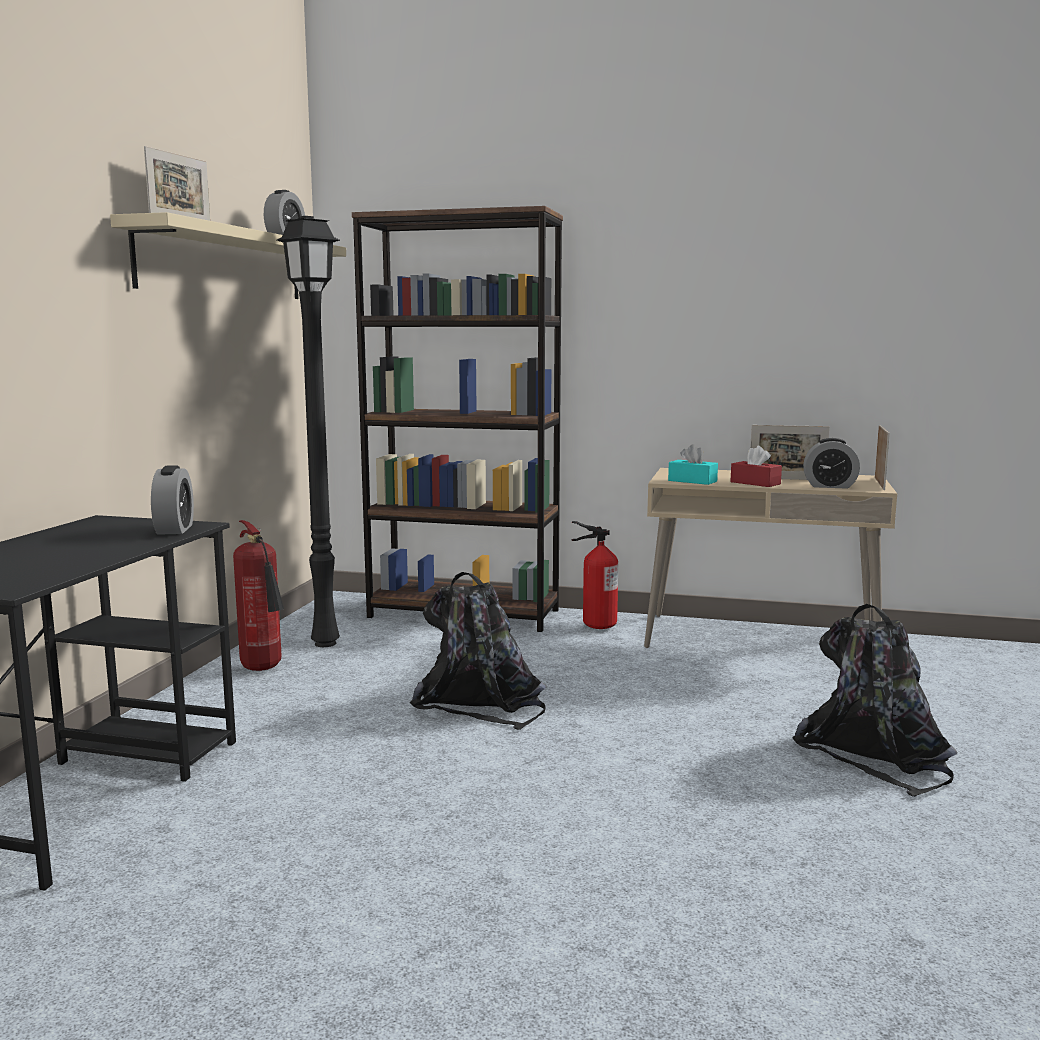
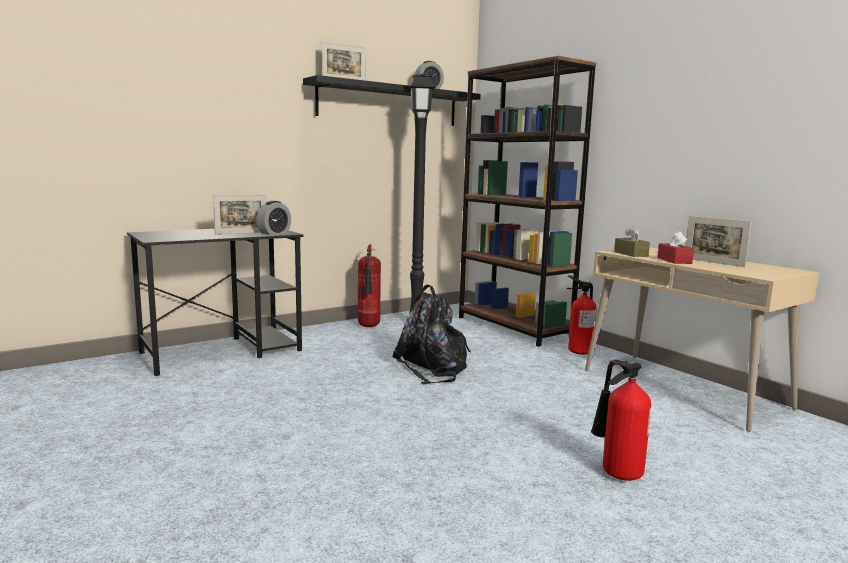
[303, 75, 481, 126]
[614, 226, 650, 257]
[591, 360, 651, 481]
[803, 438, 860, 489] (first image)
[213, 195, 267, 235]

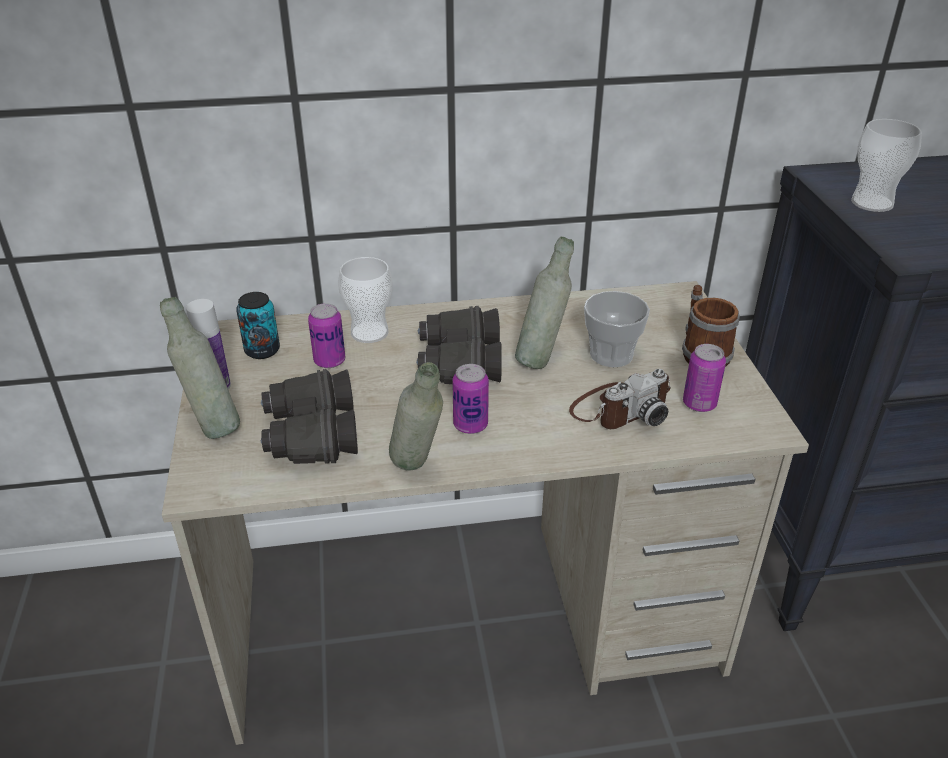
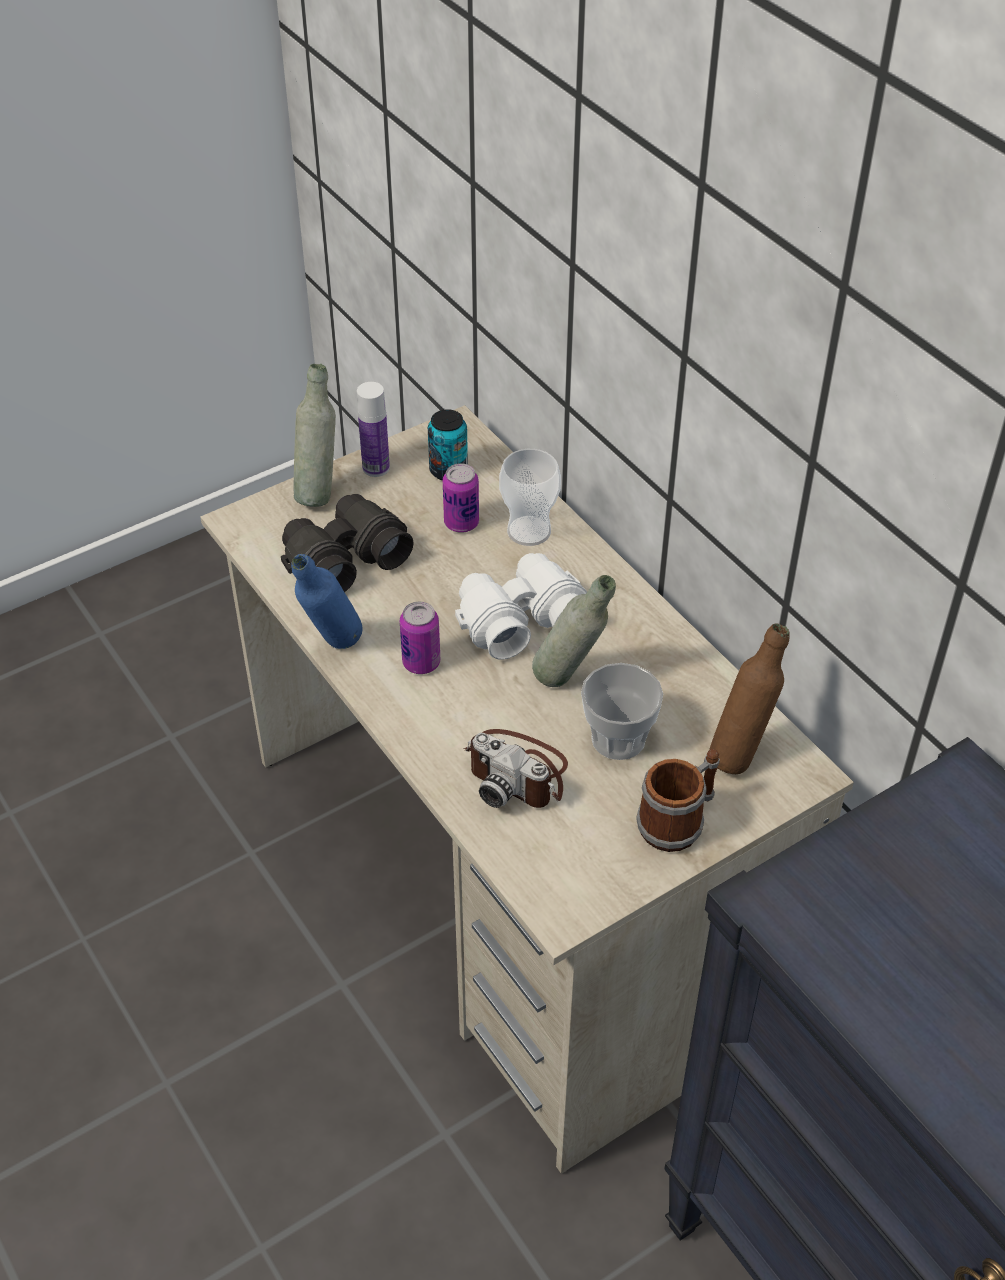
[291, 554, 362, 649]
[455, 553, 587, 660]
[683, 344, 726, 412] (first image)
[851, 119, 922, 212] (first image)
[709, 623, 790, 774]

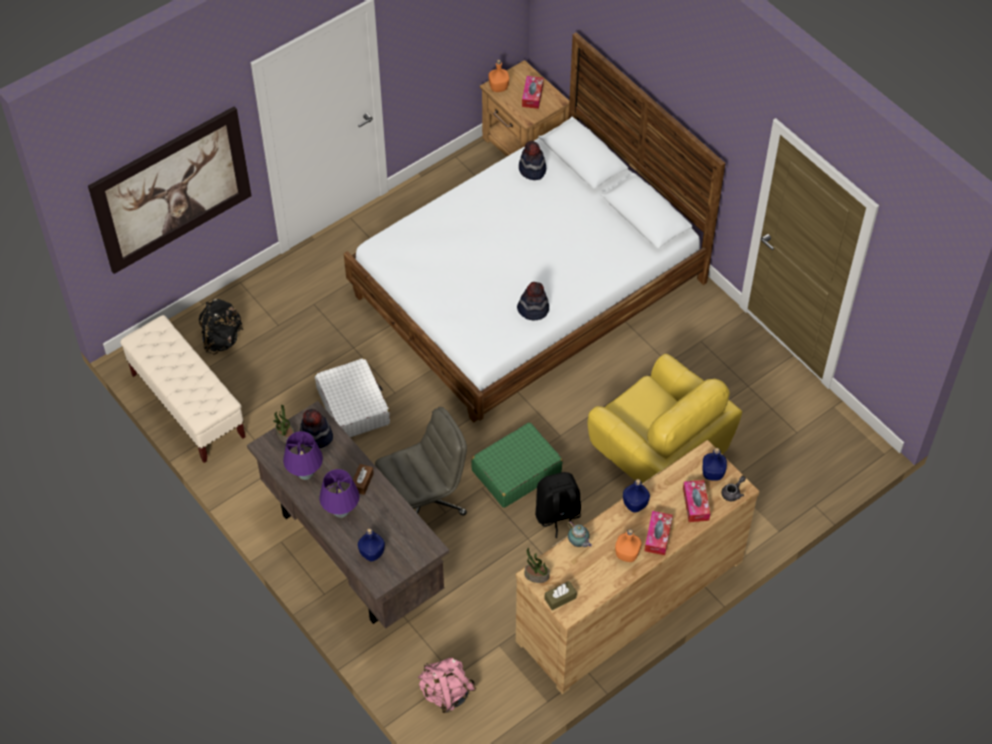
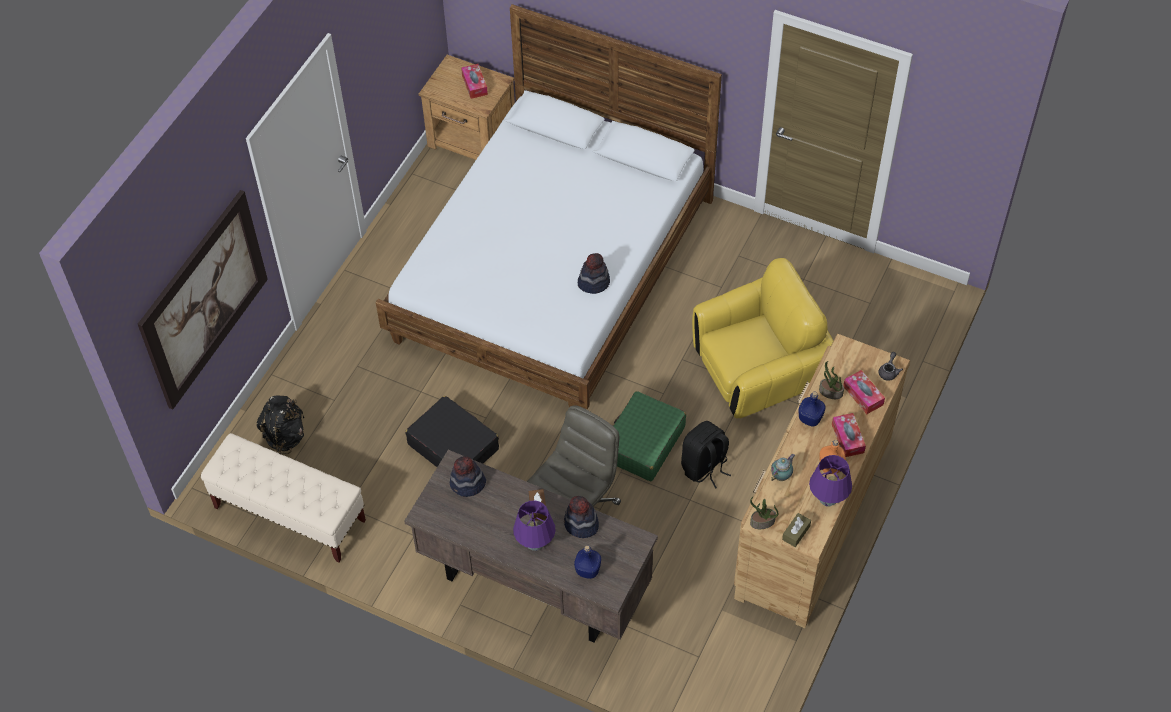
[819, 361, 844, 399]
[809, 455, 852, 507]
[405, 396, 499, 467]
[418, 658, 476, 713] (first image)
[488, 60, 509, 92] (first image)
[564, 496, 599, 538]
[771, 454, 795, 481]
[692, 258, 834, 418]
[703, 448, 727, 481] (first image)

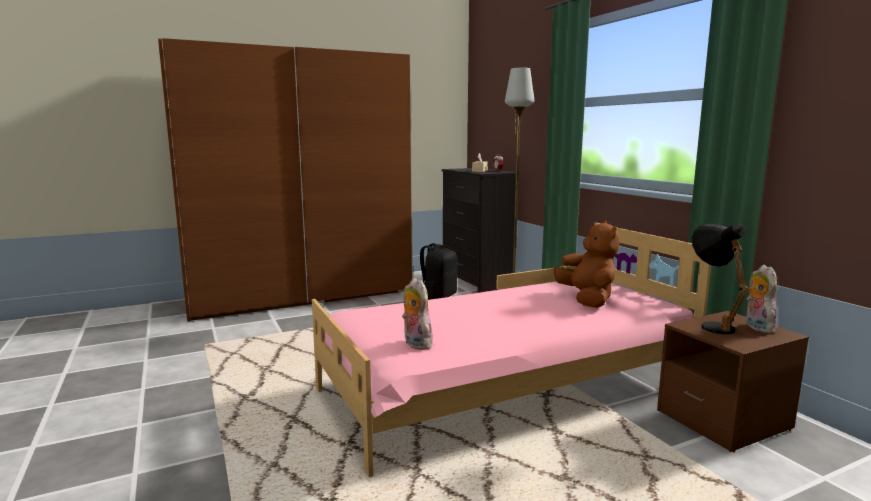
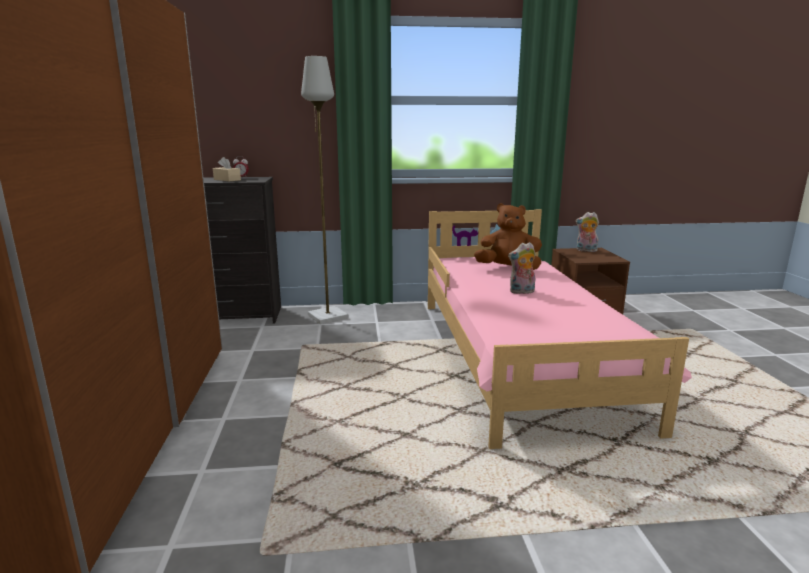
[508, 242, 536, 294]
[420, 243, 457, 300] (first image)
[692, 223, 748, 334] (first image)

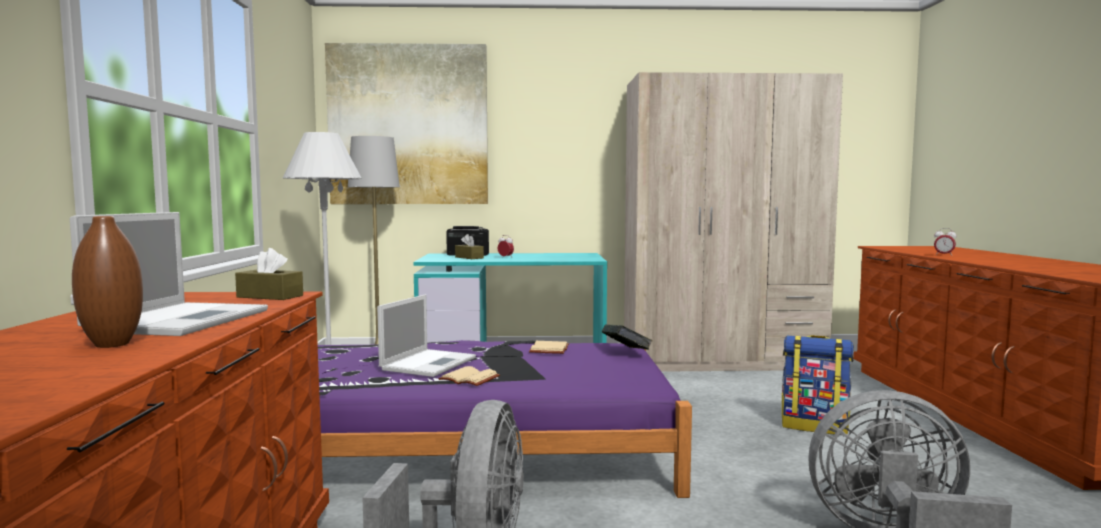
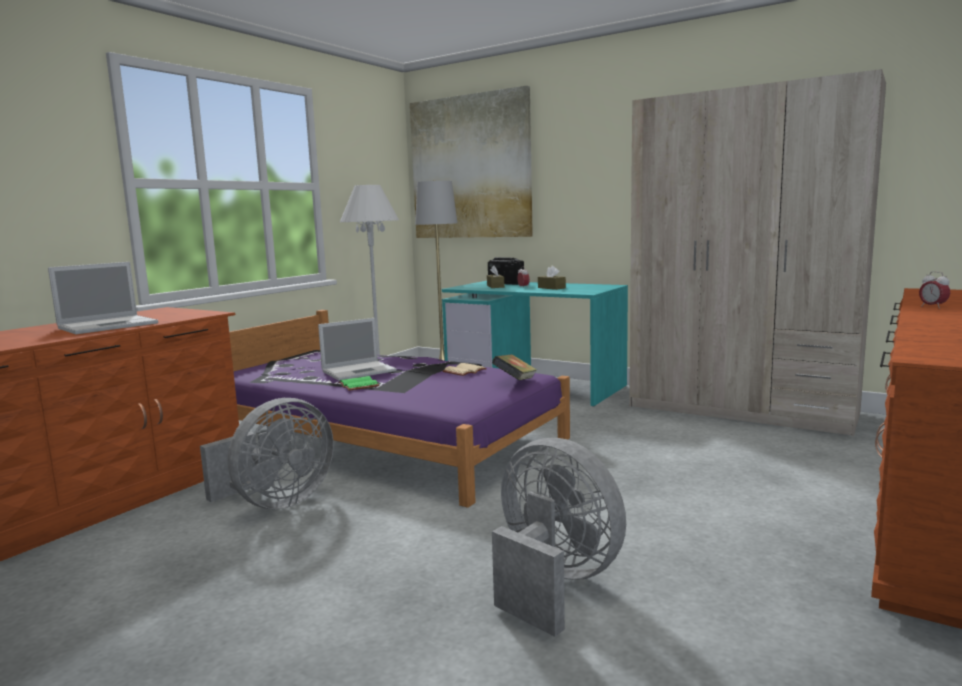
[72, 216, 143, 348] (first image)
[538, 266, 566, 290]
[338, 376, 379, 391]
[782, 335, 853, 435] (first image)

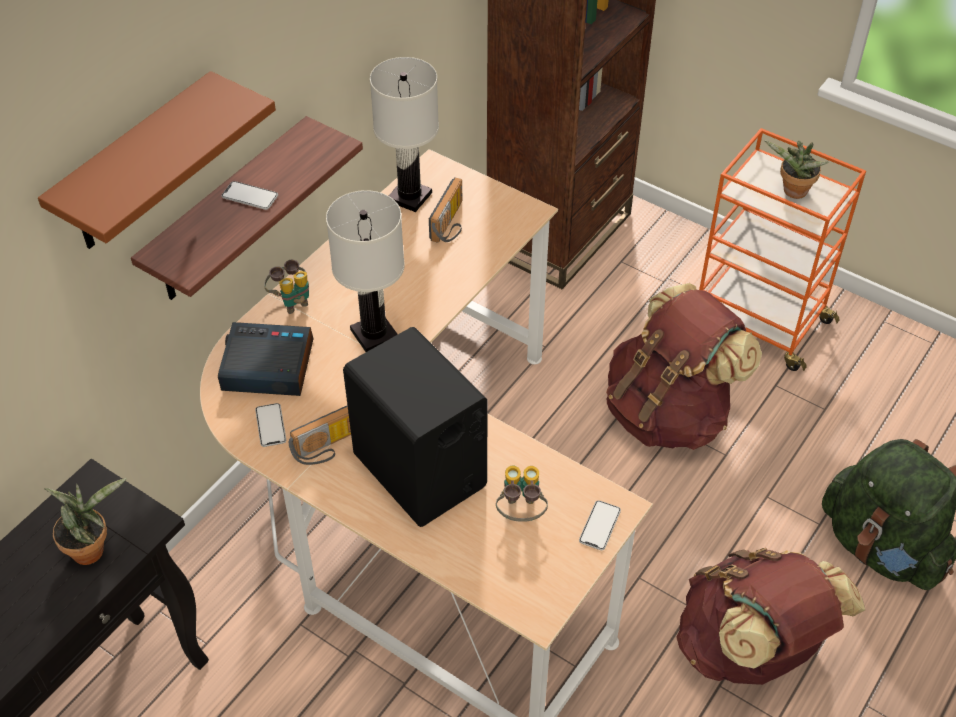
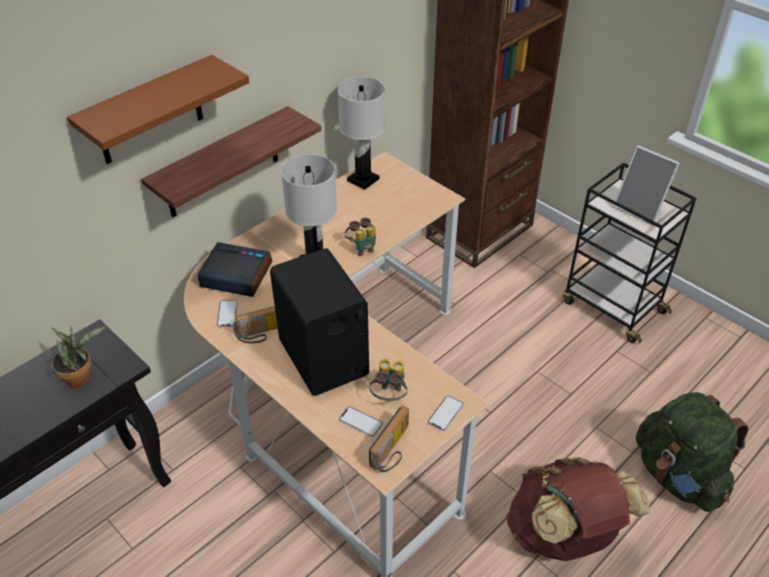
[339, 406, 383, 437]
[345, 218, 376, 256]
[369, 406, 409, 472]
[606, 283, 762, 450] (first image)
[563, 163, 697, 343]
[613, 145, 680, 225]

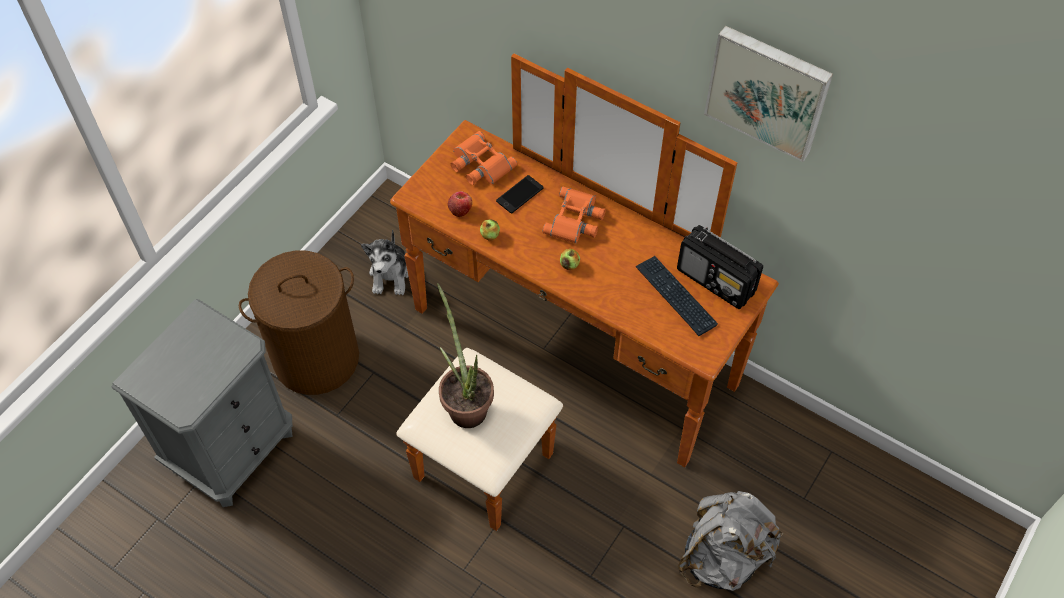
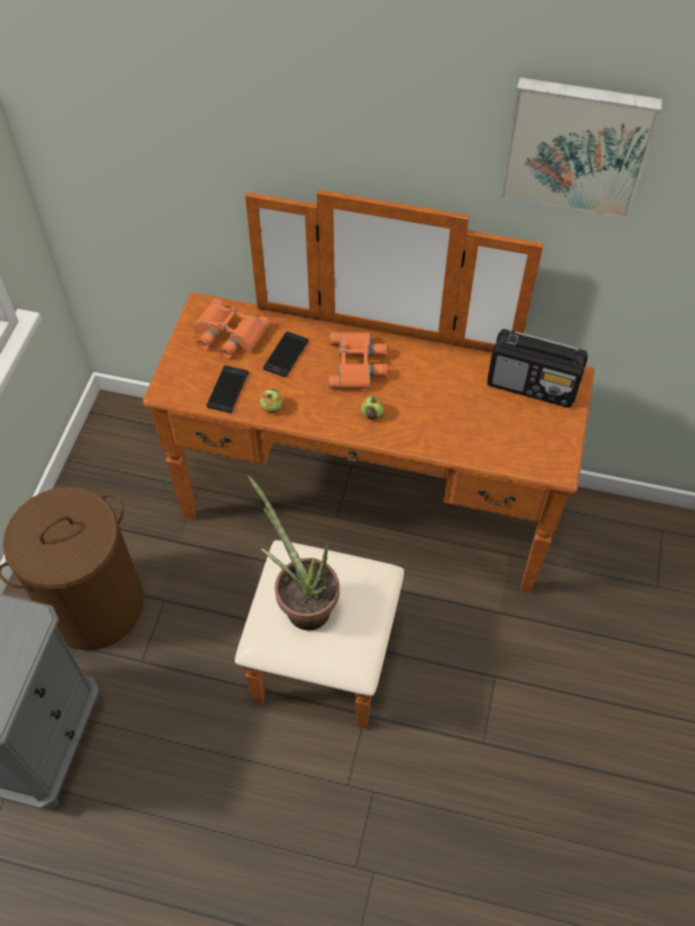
[361, 230, 409, 295] (first image)
[206, 365, 249, 413]
[636, 256, 718, 336] (first image)
[678, 491, 783, 591] (first image)

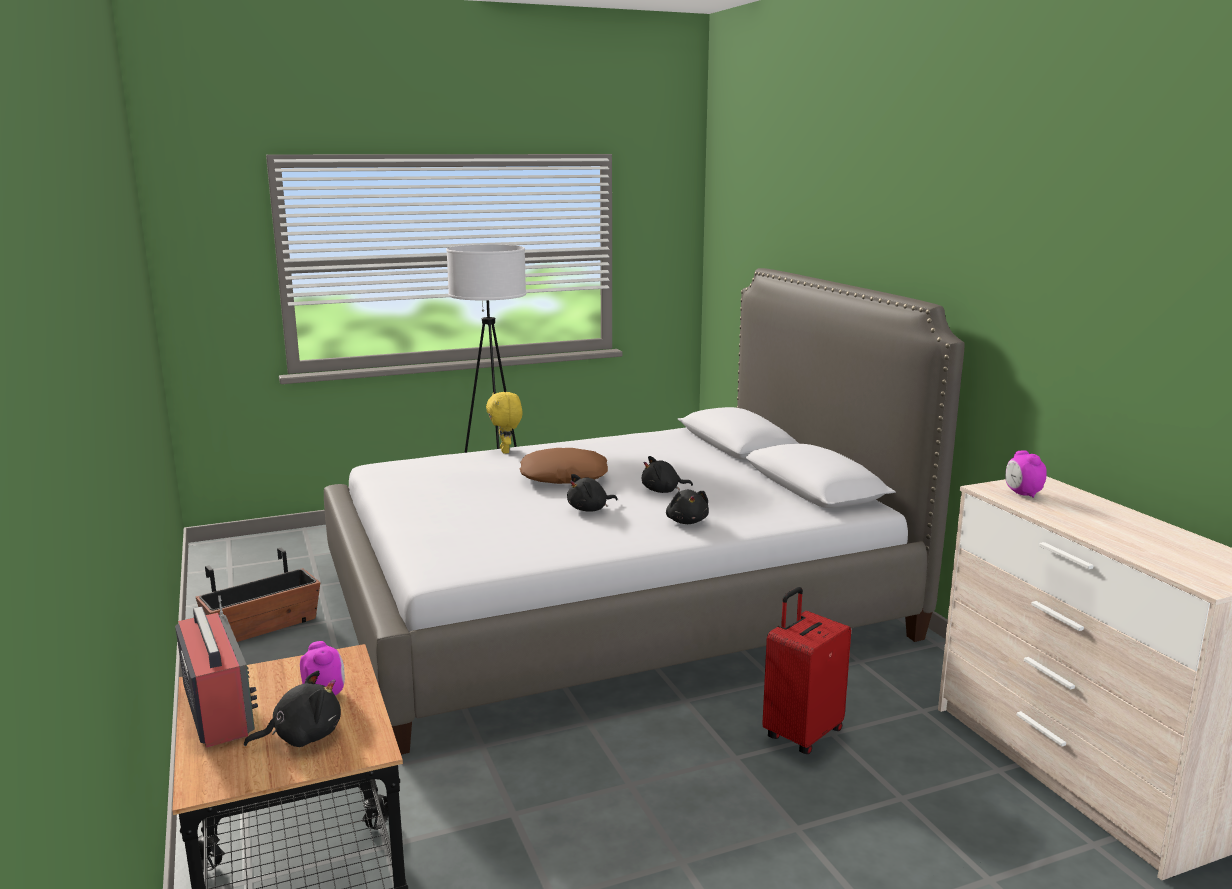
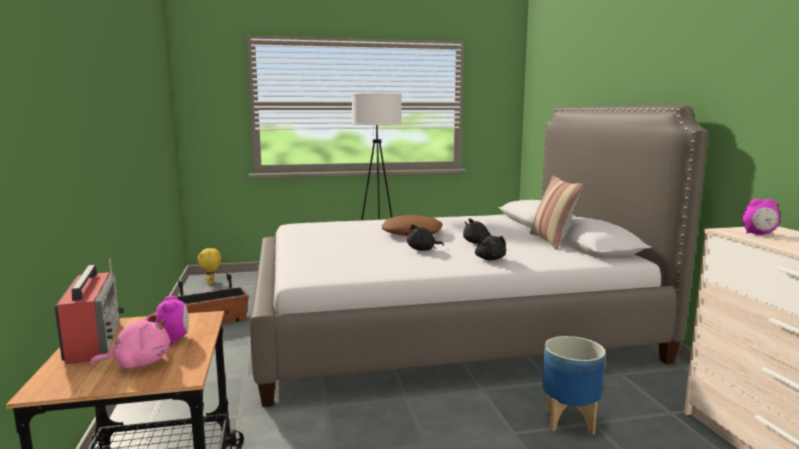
[90, 312, 171, 369]
[198, 248, 221, 285]
[542, 336, 605, 435]
[742, 199, 780, 235]
[530, 176, 583, 250]

